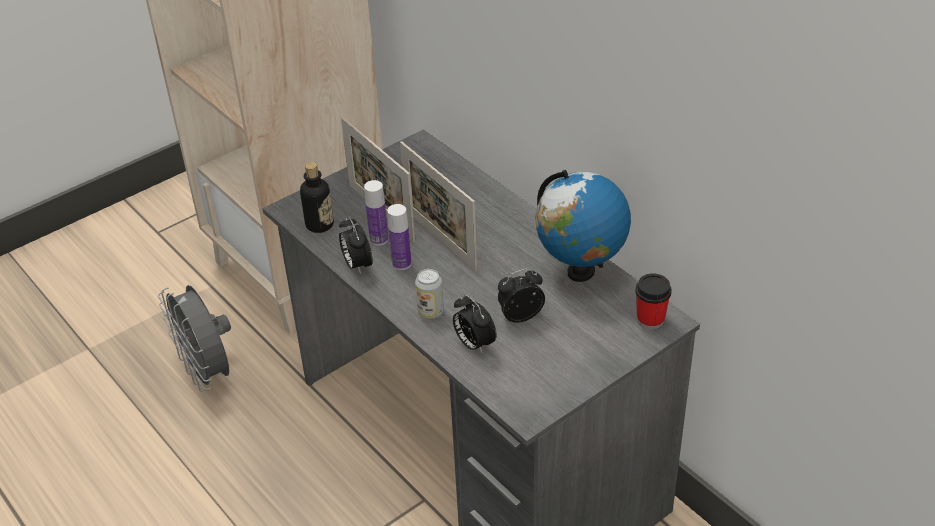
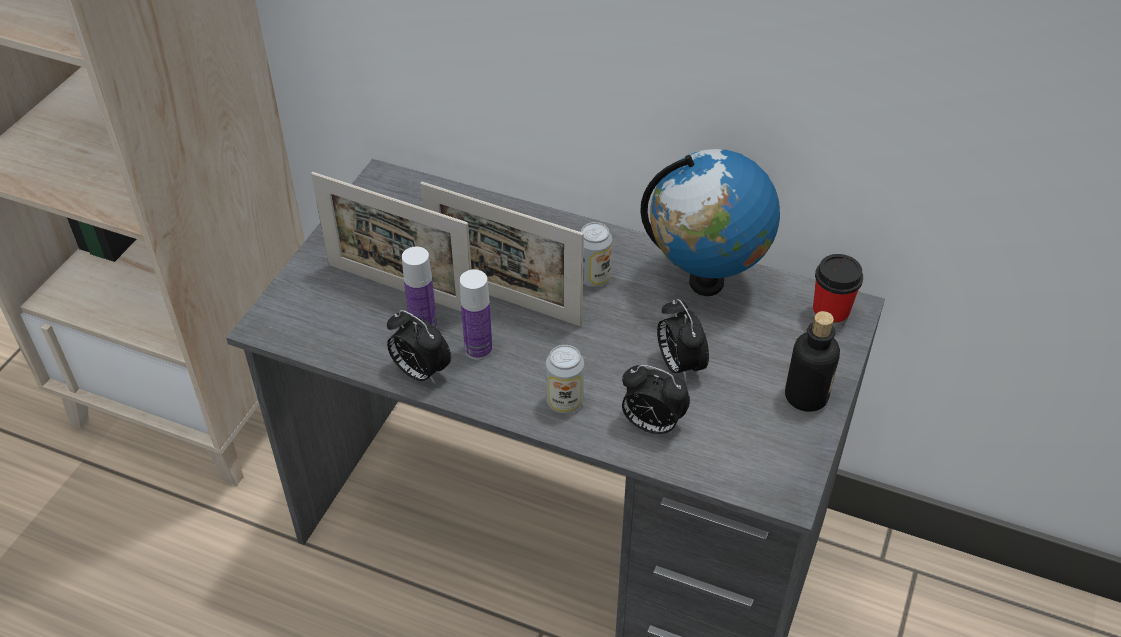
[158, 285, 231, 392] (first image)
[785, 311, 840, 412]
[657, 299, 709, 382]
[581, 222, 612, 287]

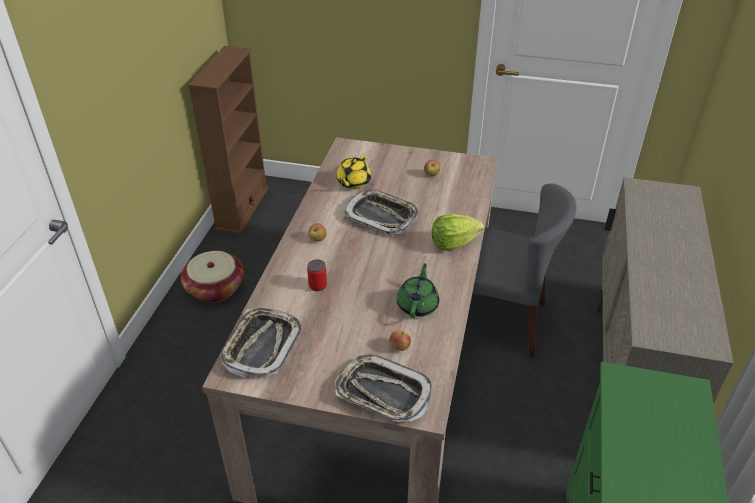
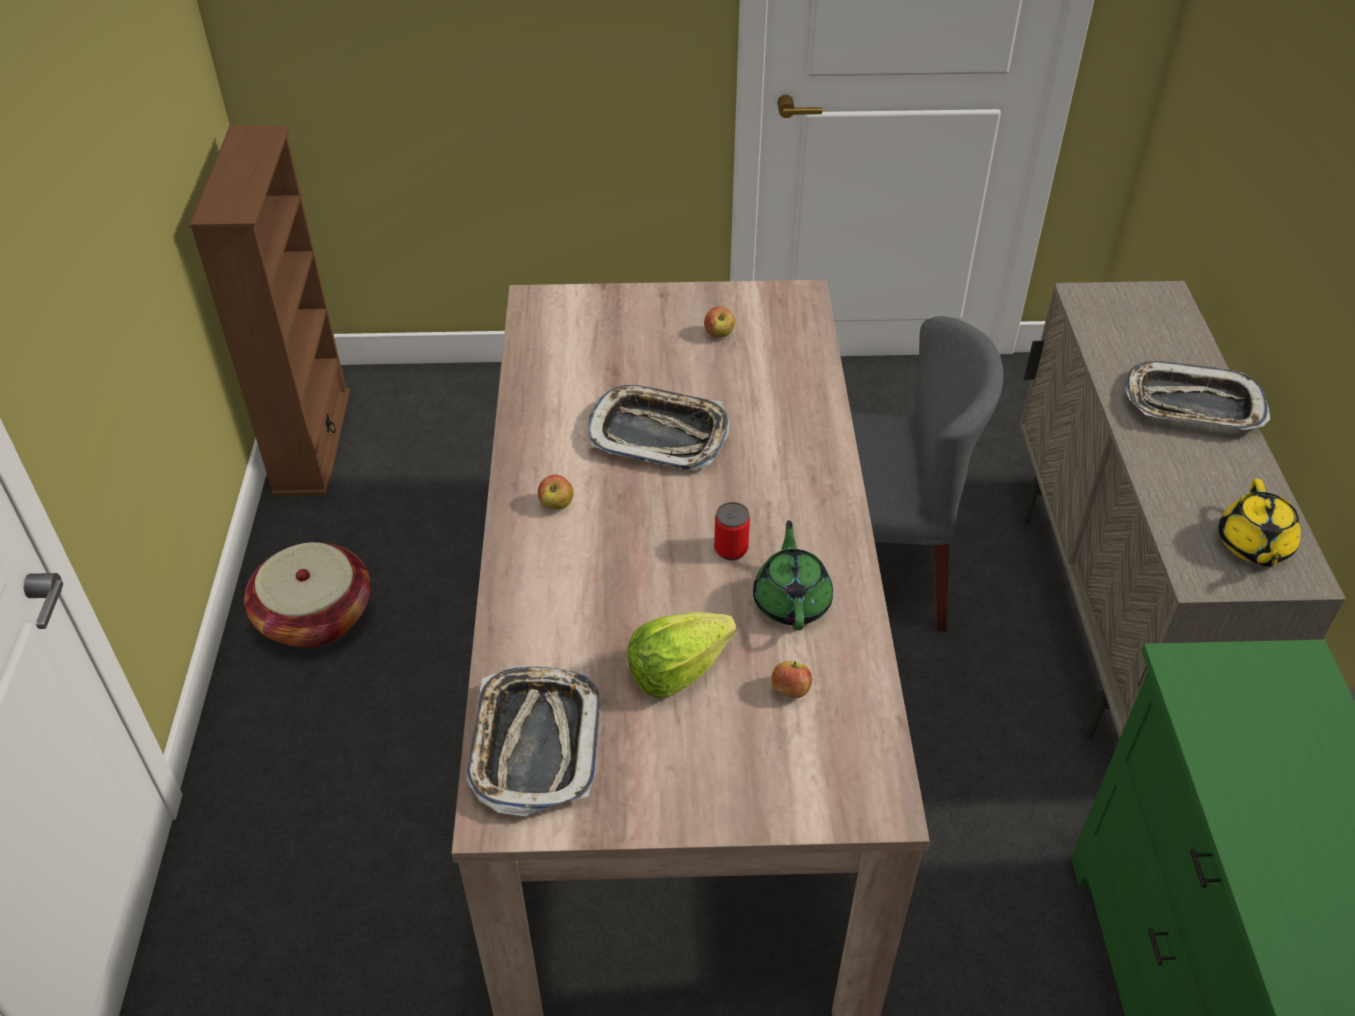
[714, 502, 750, 560]
[1125, 361, 1270, 430]
[1219, 479, 1301, 566]
[627, 612, 736, 698]

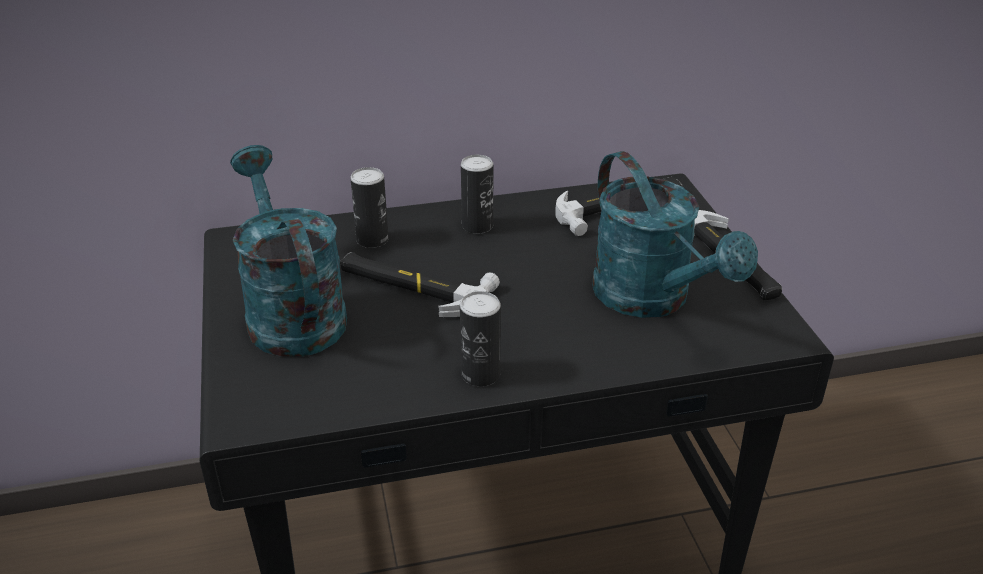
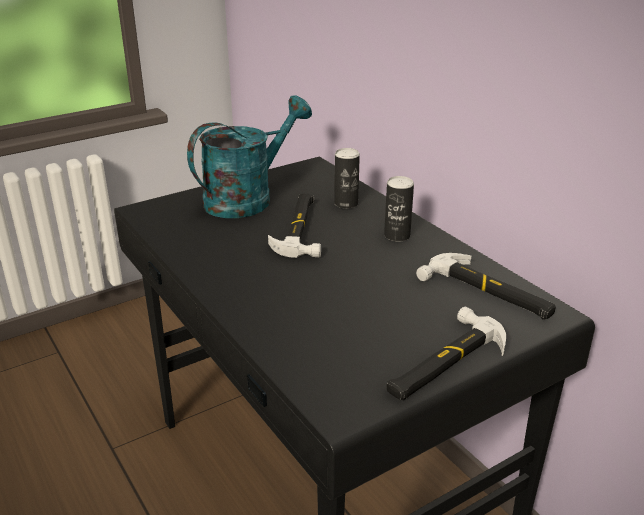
[460, 291, 501, 386] (first image)
[592, 151, 758, 318] (first image)

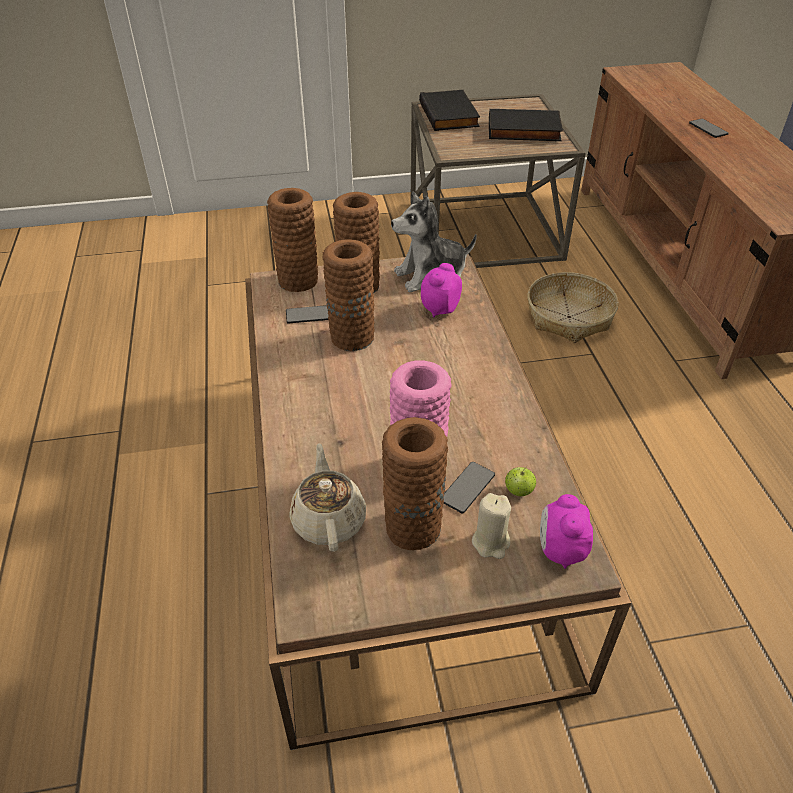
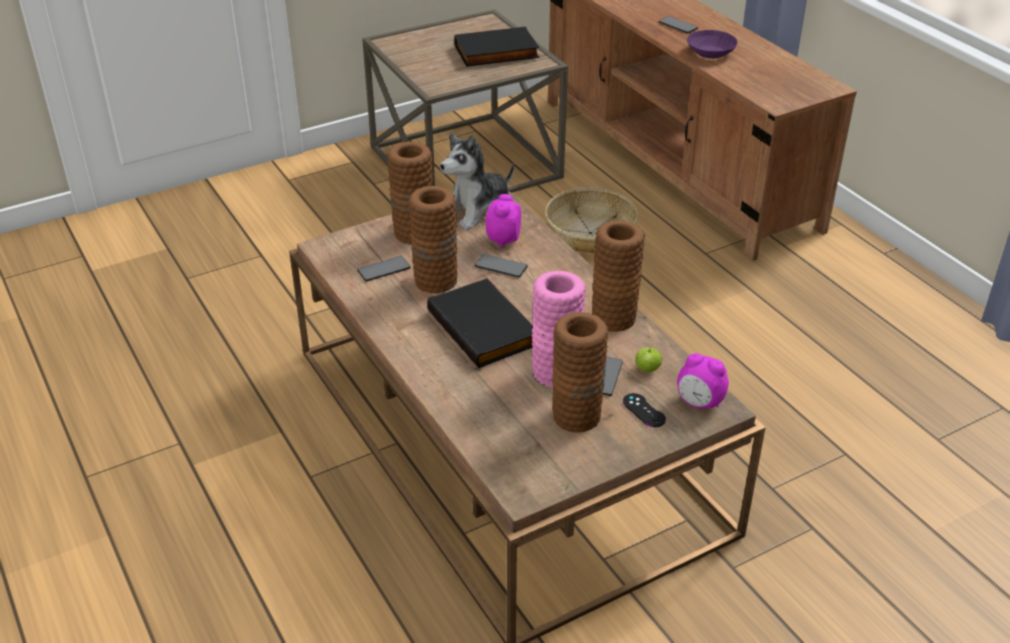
[592, 220, 645, 332]
[289, 443, 366, 552] (first image)
[427, 278, 533, 368]
[623, 393, 666, 427]
[677, 353, 729, 408]
[475, 254, 528, 278]
[687, 30, 738, 59]

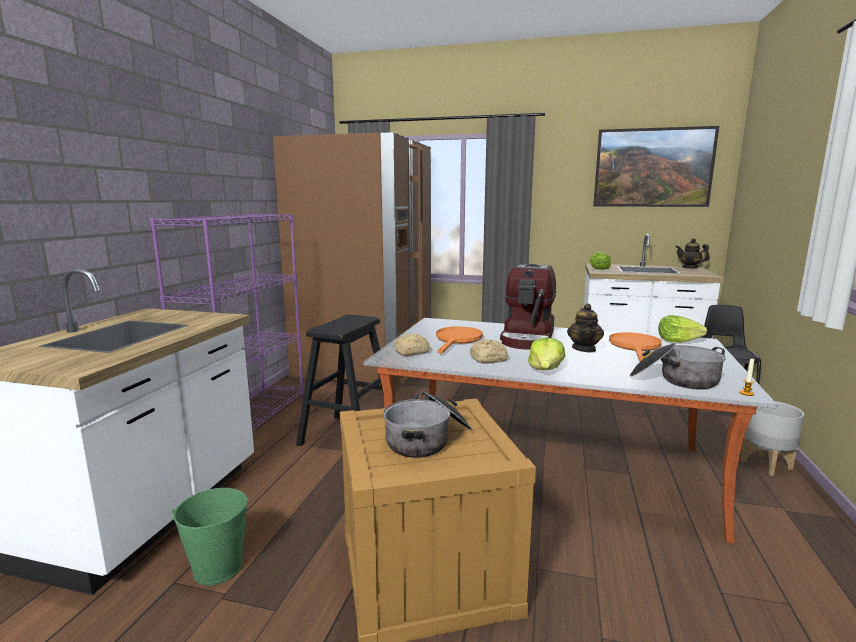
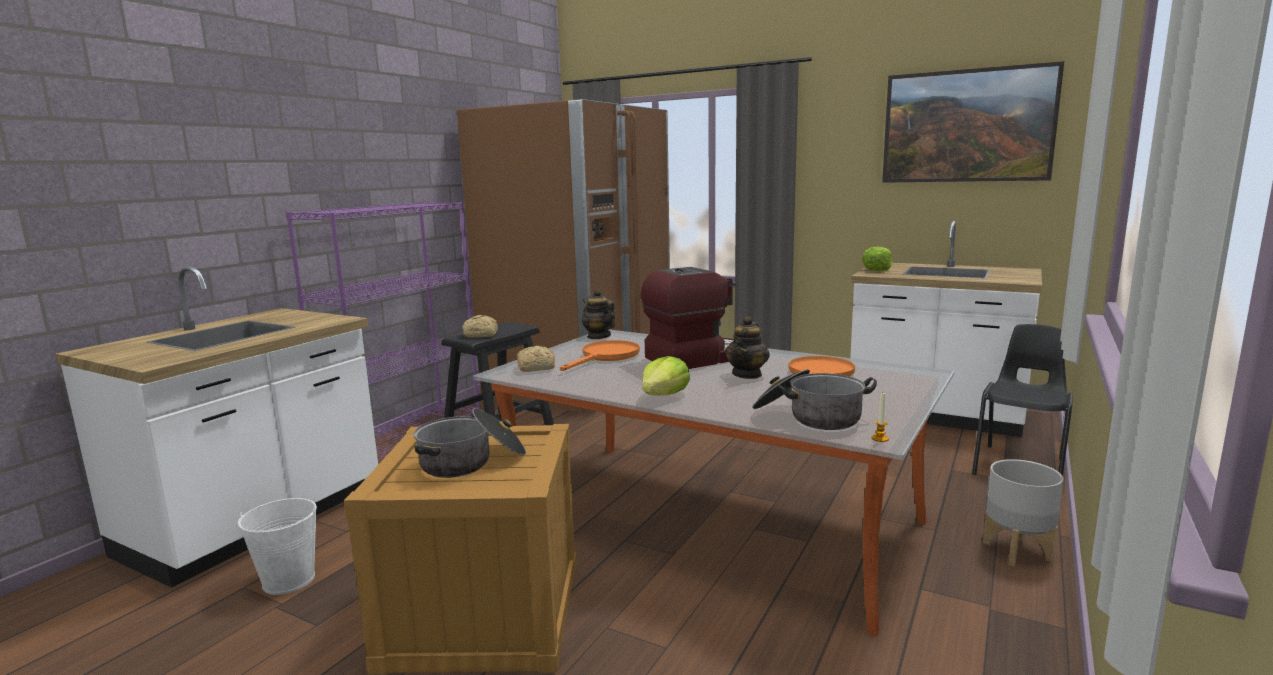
[238, 498, 317, 595]
[463, 315, 498, 338]
[641, 267, 736, 369]
[658, 315, 707, 343] (first image)
[582, 289, 615, 339]

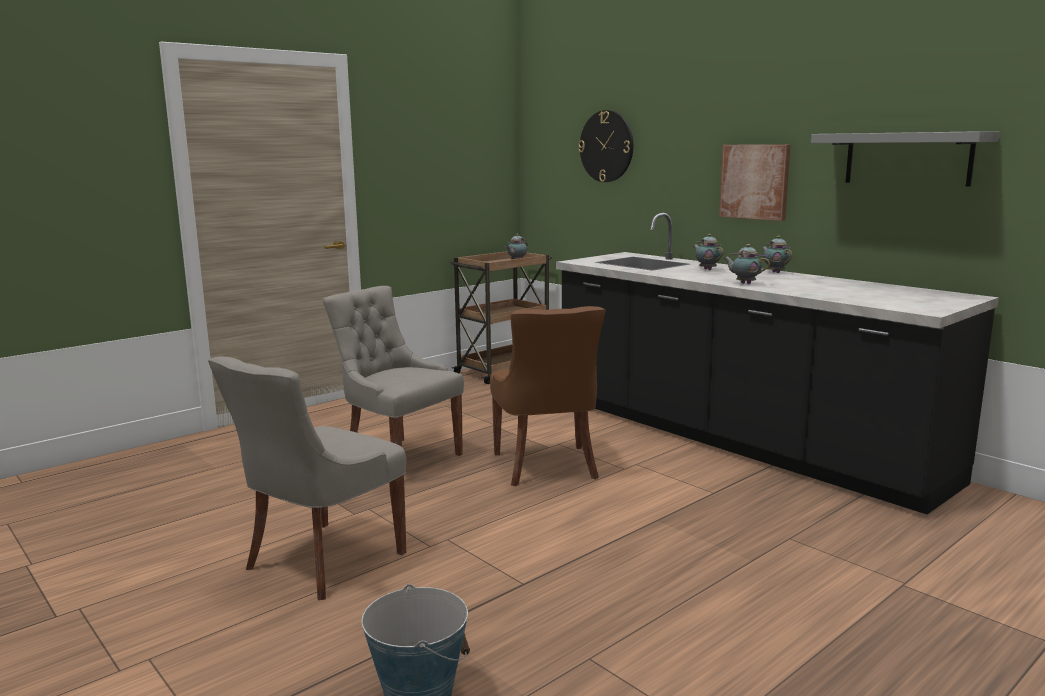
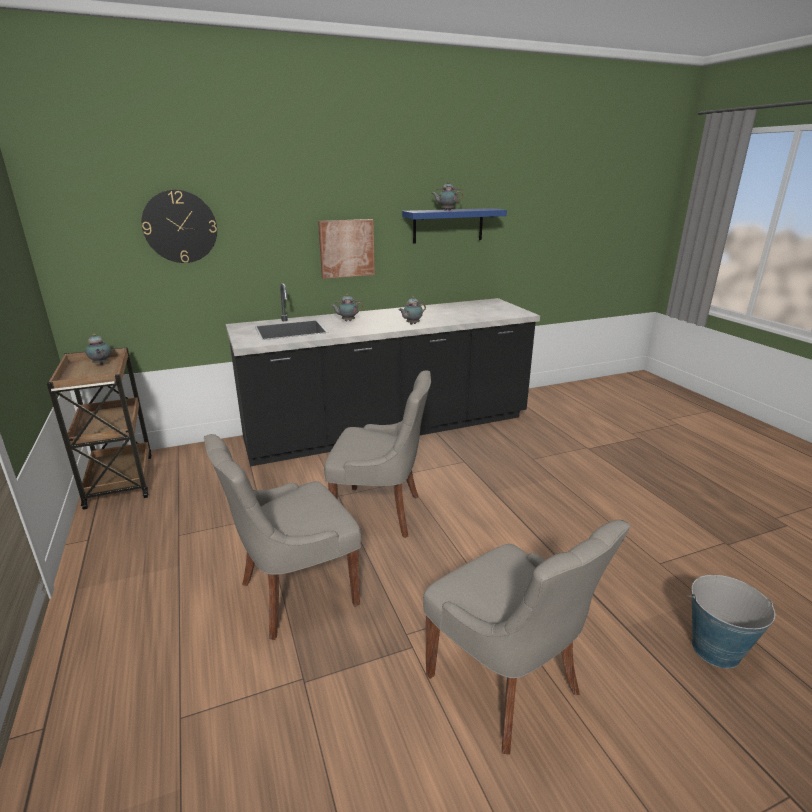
[324, 371, 431, 538]
[431, 182, 463, 211]
[402, 208, 507, 244]

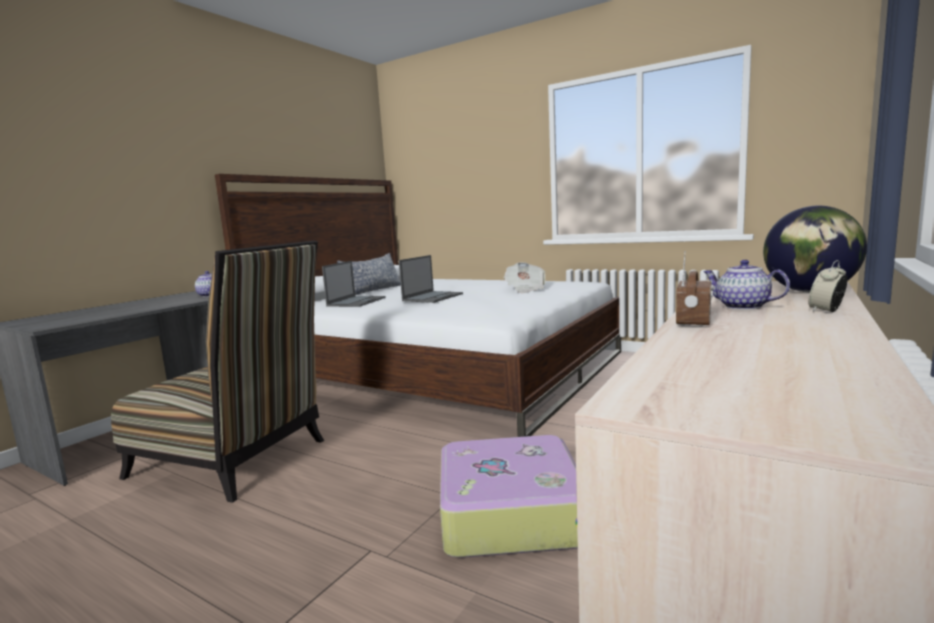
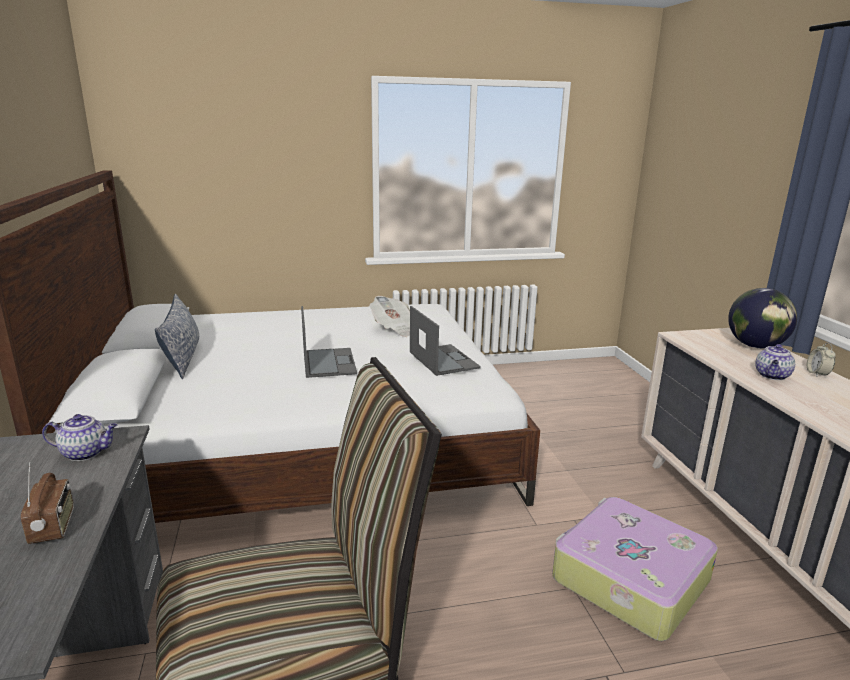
[410, 306, 481, 376]
[21, 462, 74, 544]
[756, 344, 795, 380]

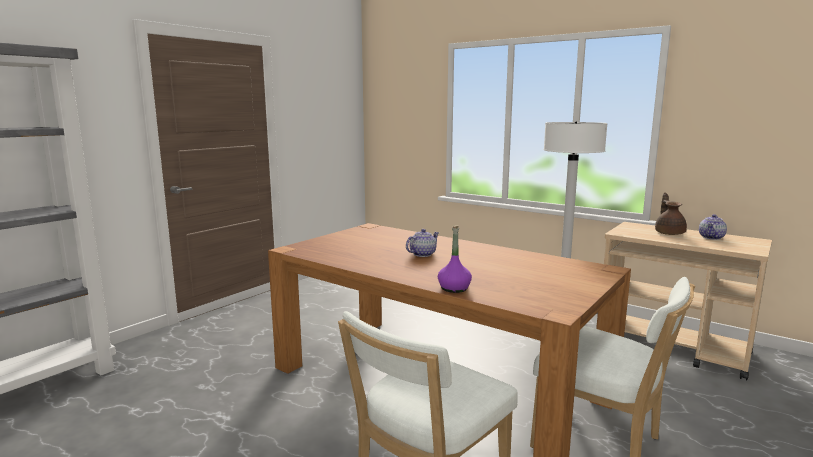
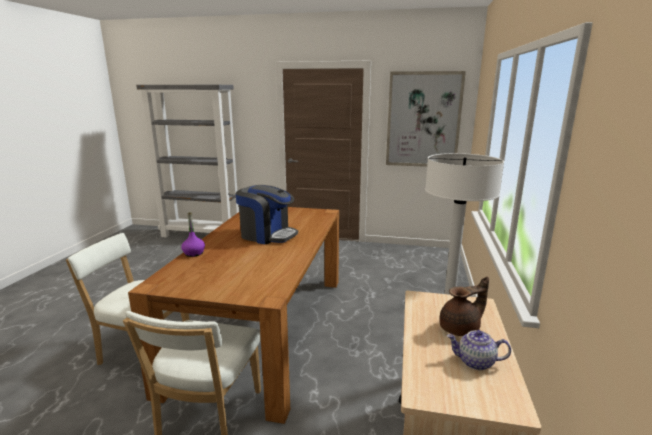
[235, 185, 298, 244]
[386, 71, 466, 167]

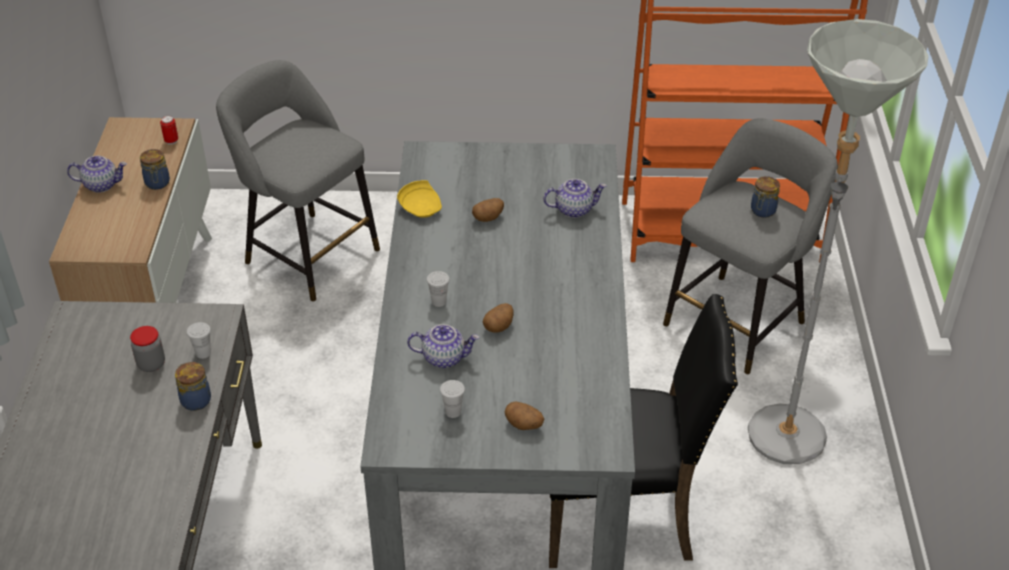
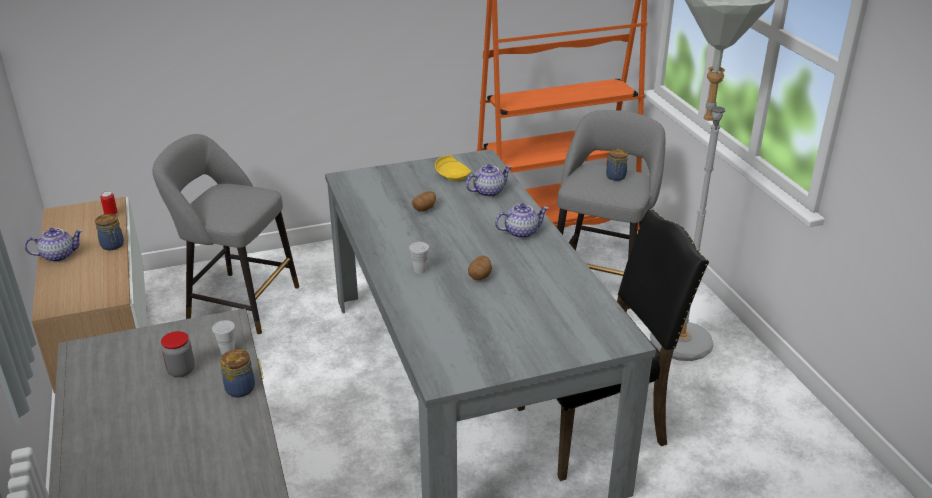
[435, 155, 471, 181]
[495, 203, 549, 239]
[440, 380, 465, 418] (first image)
[505, 401, 545, 430] (first image)

